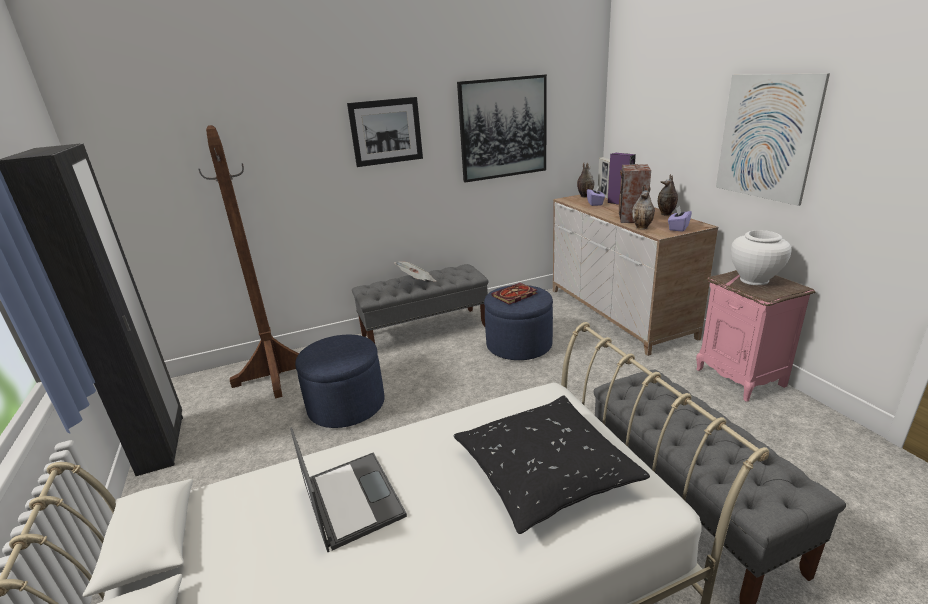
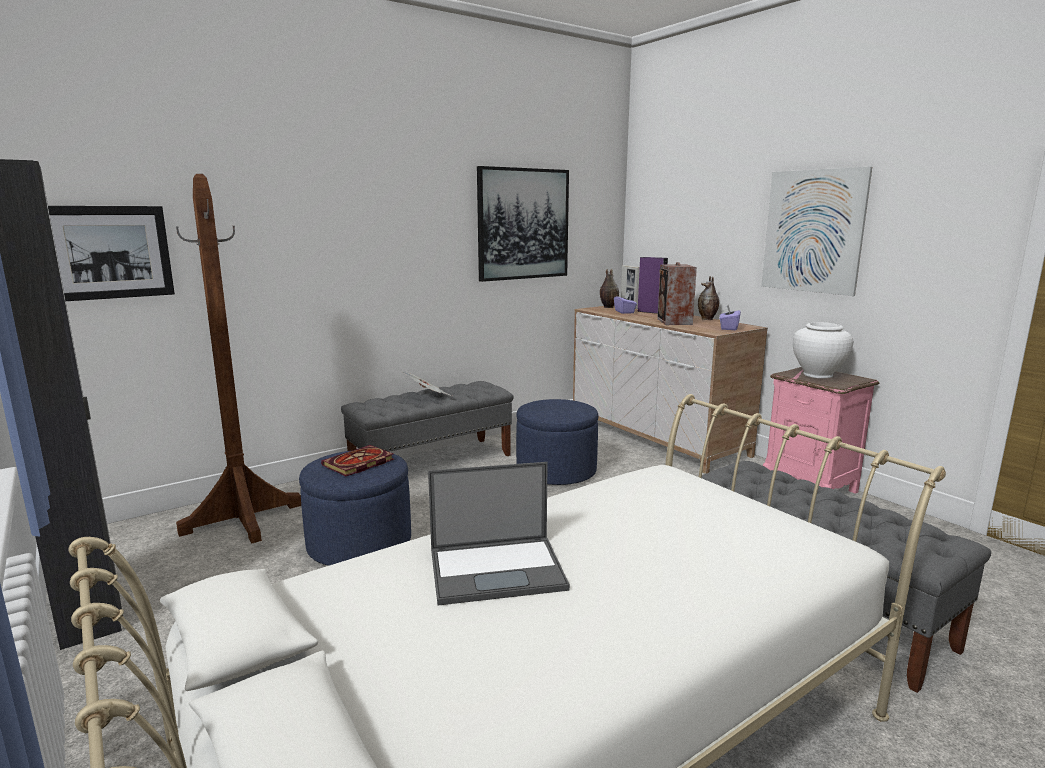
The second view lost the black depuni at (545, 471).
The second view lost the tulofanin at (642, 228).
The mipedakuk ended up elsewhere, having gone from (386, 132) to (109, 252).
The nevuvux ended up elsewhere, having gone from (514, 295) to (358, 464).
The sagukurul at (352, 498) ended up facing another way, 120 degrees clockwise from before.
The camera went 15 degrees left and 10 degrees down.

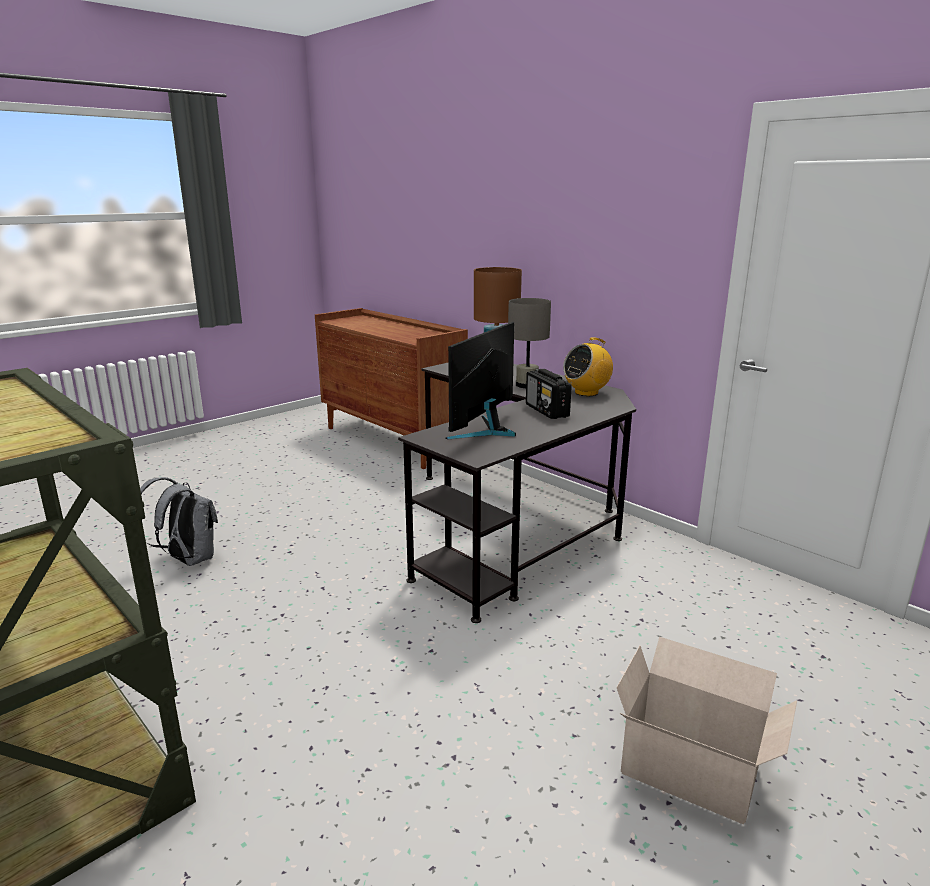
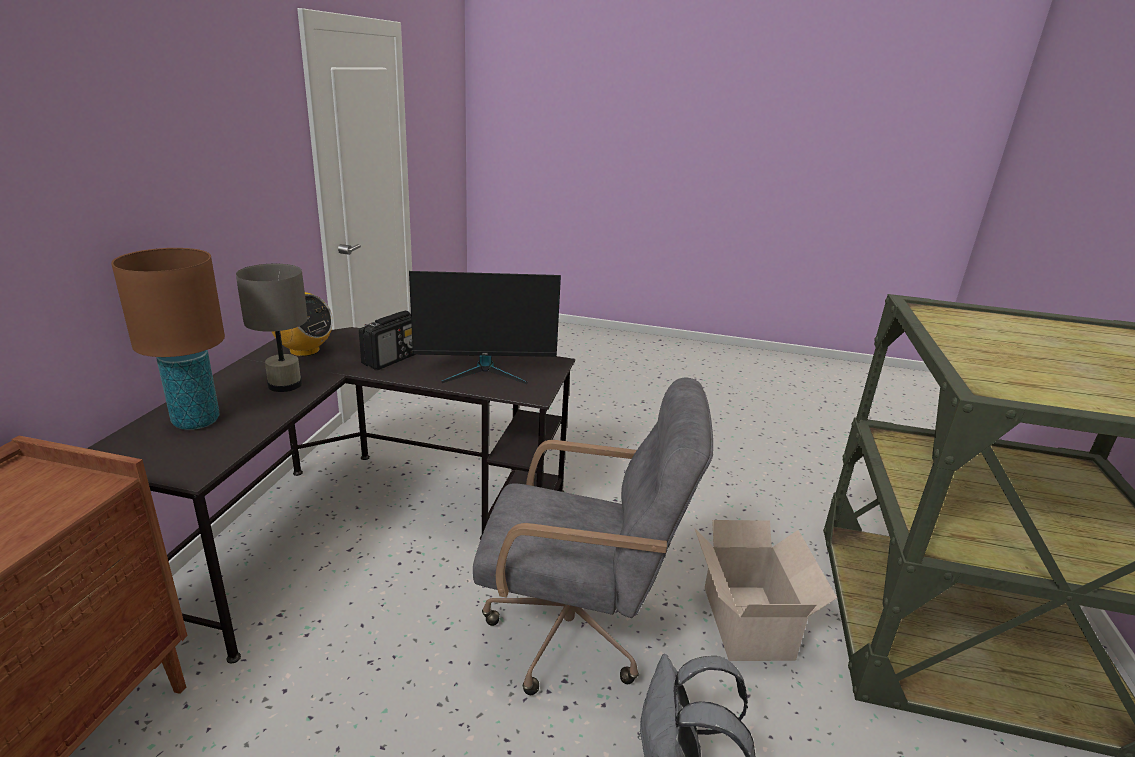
The second view gained the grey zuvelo at (577, 636).
The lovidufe ended up elsewhere, having gone from (693, 772) to (747, 620).
The camera went 125 degrees left and 5 degrees up.

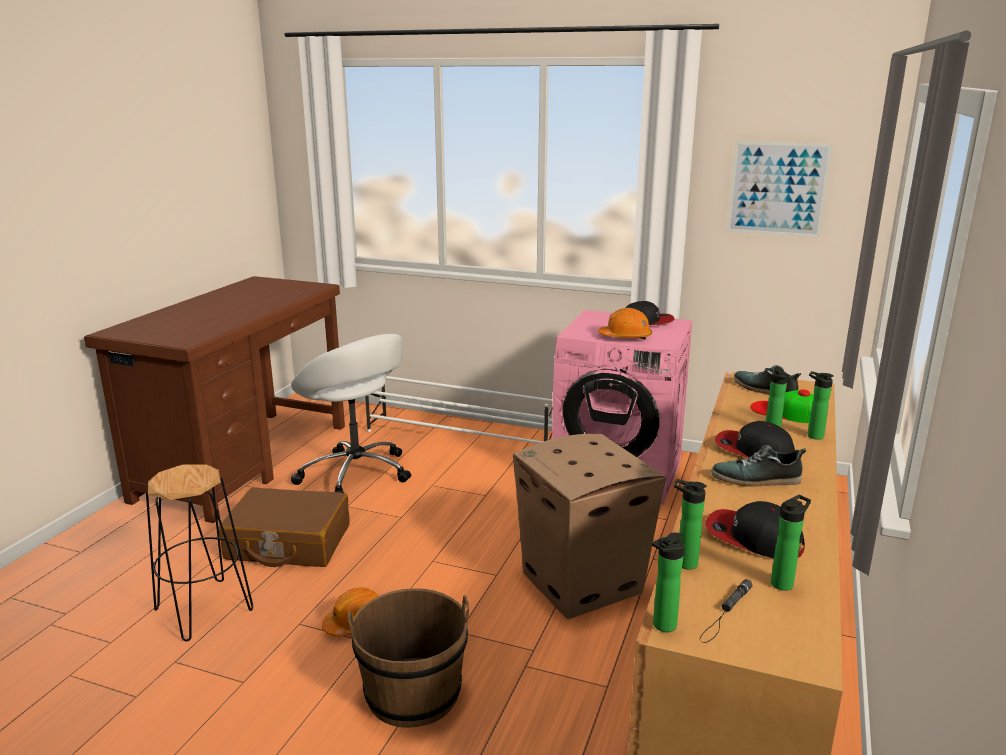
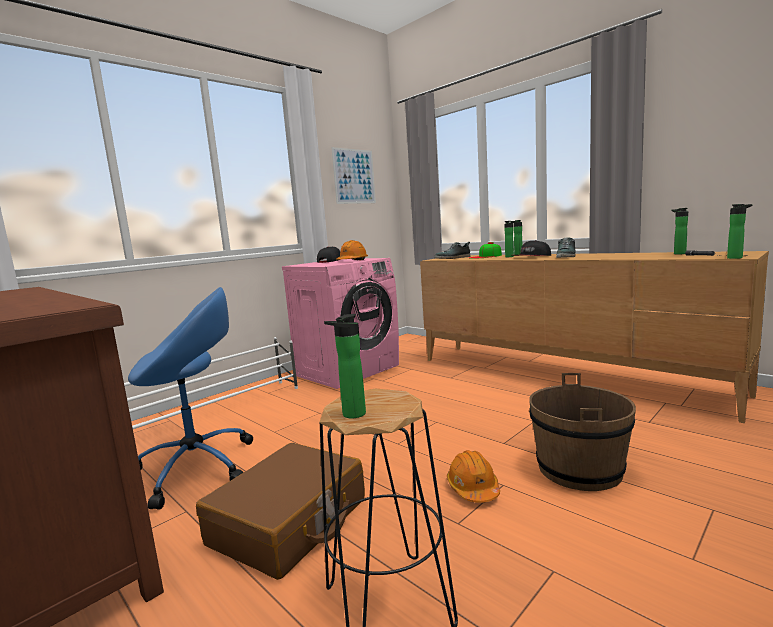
The second view lost the lovidufe at (582, 583).
The second view lost the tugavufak at (753, 538).
The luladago ended up elsewhere, having gone from (683, 563) to (351, 415).
What was the white zuvelo at (357, 475) turned into the blue zuvelo at (199, 467).
The camera went 65 degrees left and 10 degrees down.

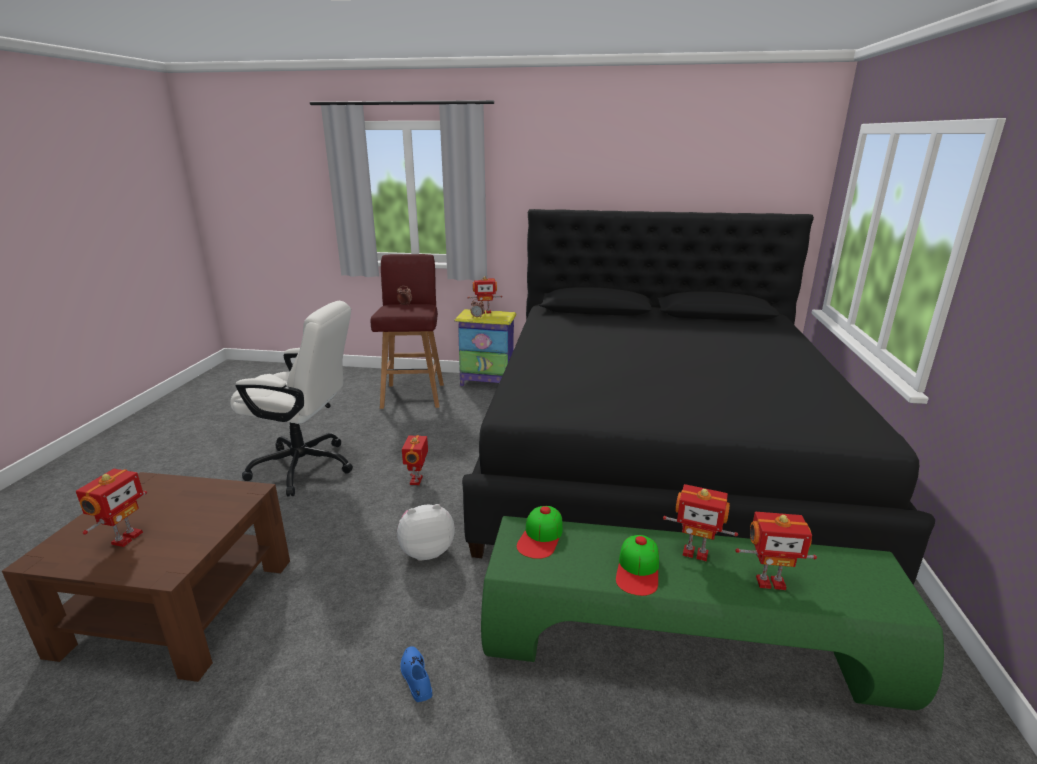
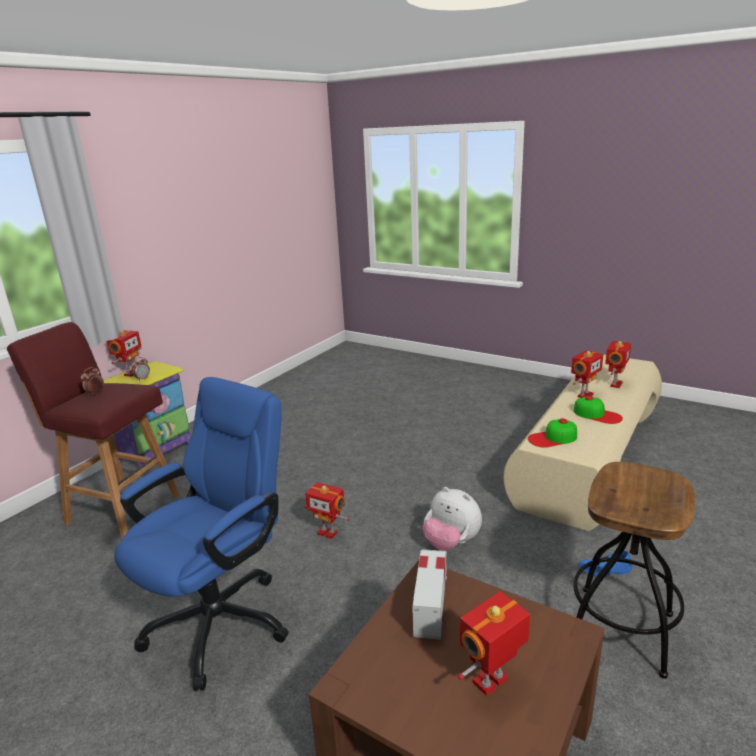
The second view lost the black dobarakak at (657, 455).
The second view gained the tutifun at (431, 603).
The second view gained the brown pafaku at (621, 629).
What was the white zuvelo at (307, 468) turned into the blue zuvelo at (223, 620).
What was the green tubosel at (683, 640) turned into the beige tubosel at (588, 454).
The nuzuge at (125, 538) ended up facing another way, 75 degrees counterclockwise from before.
The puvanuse at (426, 551) ended up facing another way, 60 degrees counterclockwise from before.
The tugavufak at (541, 537) ended up facing another way, 120 degrees clockwise from before.
The camera went 65 degrees left and 0 degrees up.

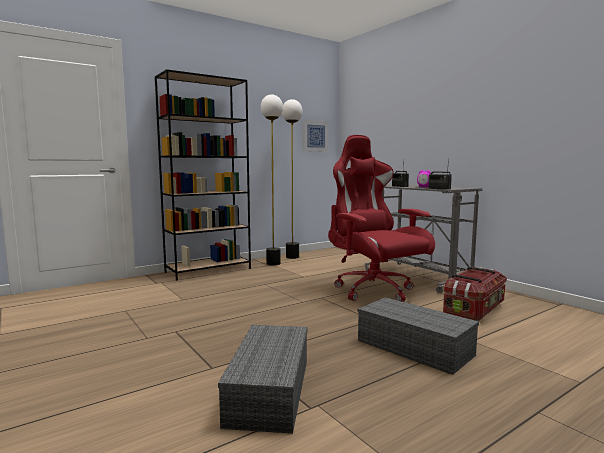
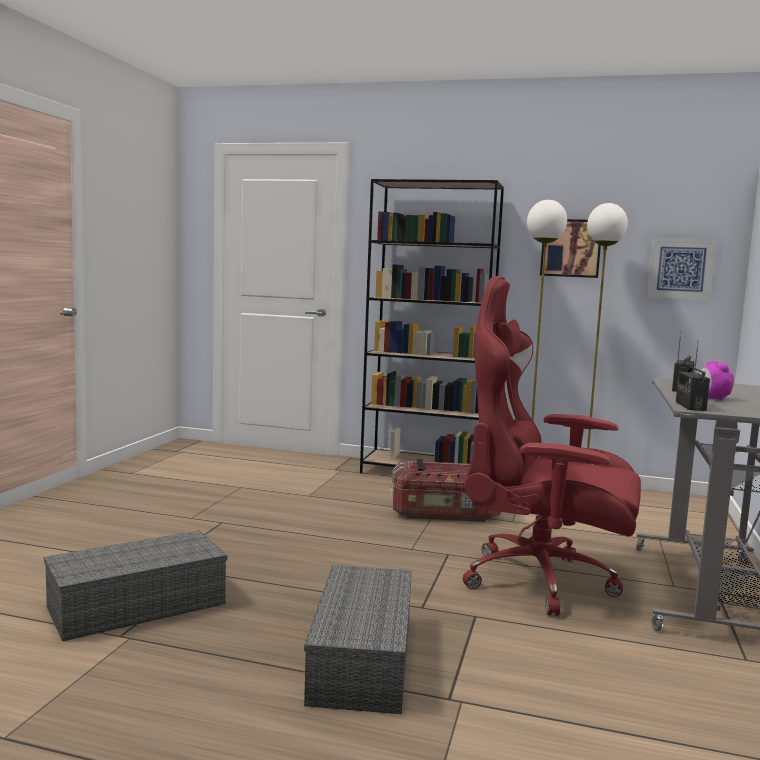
The second view gained the mipedakuk at (571, 248).
The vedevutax ended up elsewhere, having gone from (474, 310) to (445, 514).
The red zuvelo at (377, 292) ended up facing another way, 90 degrees counterclockwise from before.
The camera went 50 degrees right and 0 degrees up.

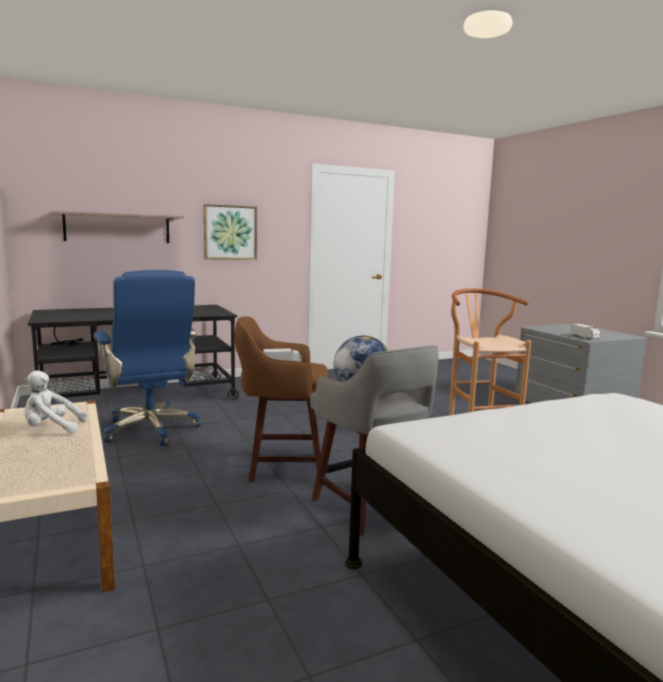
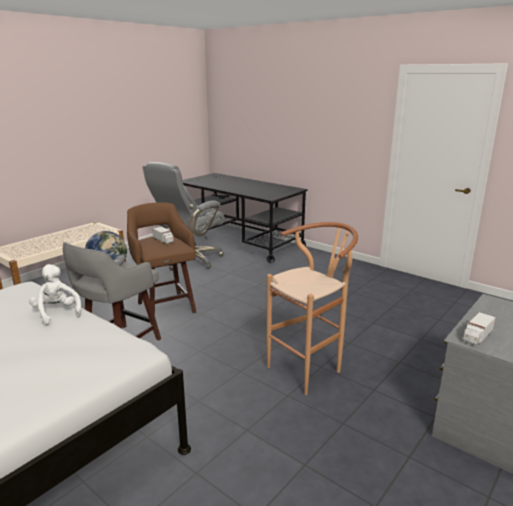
The second view lost the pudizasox at (117, 228).
The second view lost the mipedakuk at (230, 232).
The white puvanuse ended up elsewhere, having gone from (51, 429) to (57, 313).
What was the blue zuvelo at (150, 431) turned into the grey zuvelo at (189, 261).
The camera went 65 degrees right and 10 degrees up.

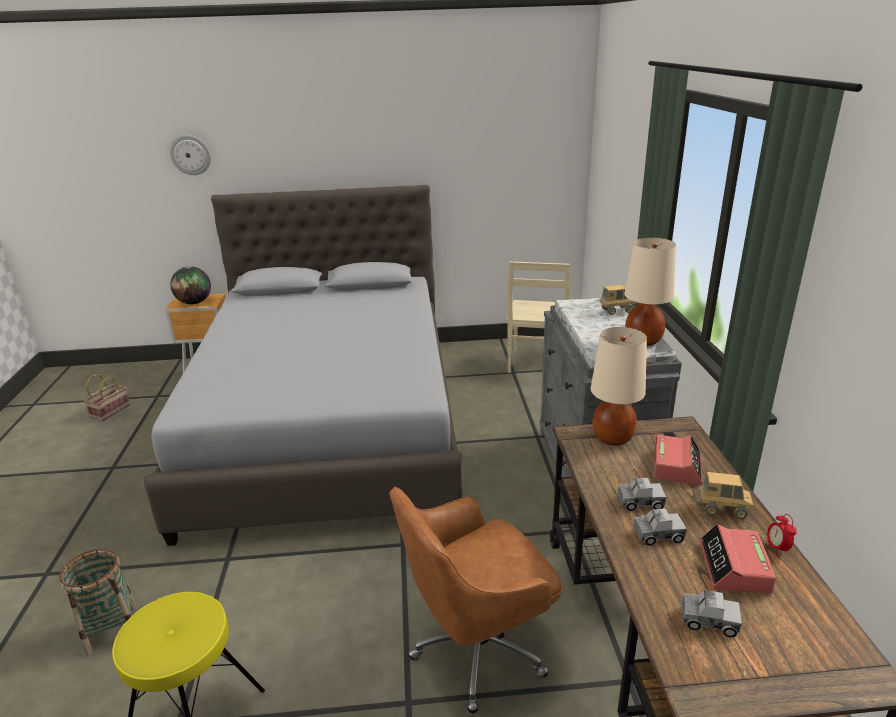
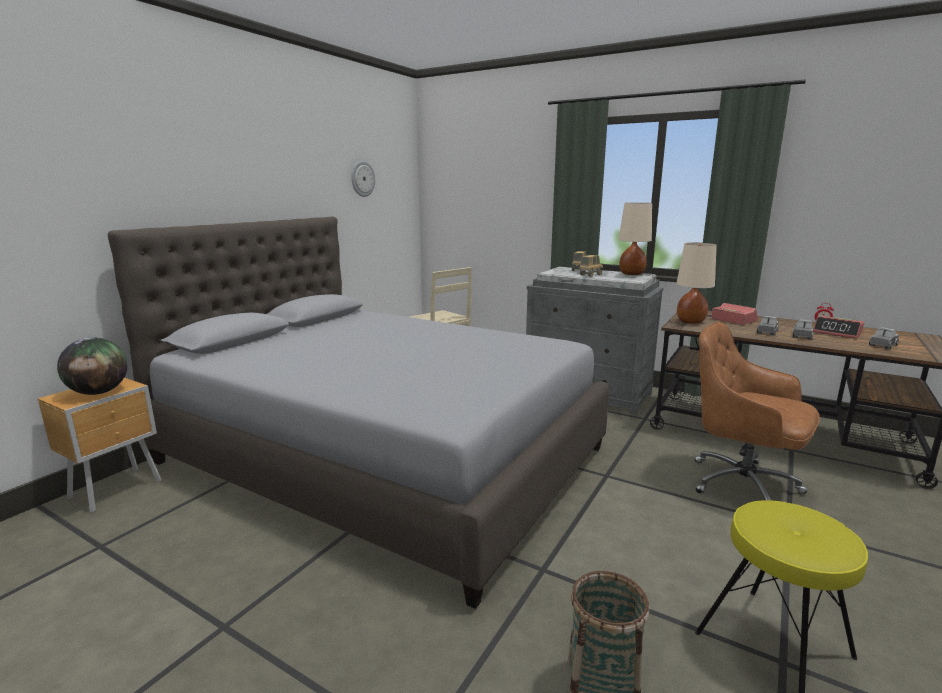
The second view lost the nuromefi at (110, 410).
The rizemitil ended up elsewhere, having gone from (190, 155) to (362, 178).
The tutifun ended up elsewhere, having gone from (722, 509) to (590, 275).
The brown zuvelo at (477, 647) ended up facing another way, 120 degrees clockwise from before.
The camera went 55 degrees left and 10 degrees down.

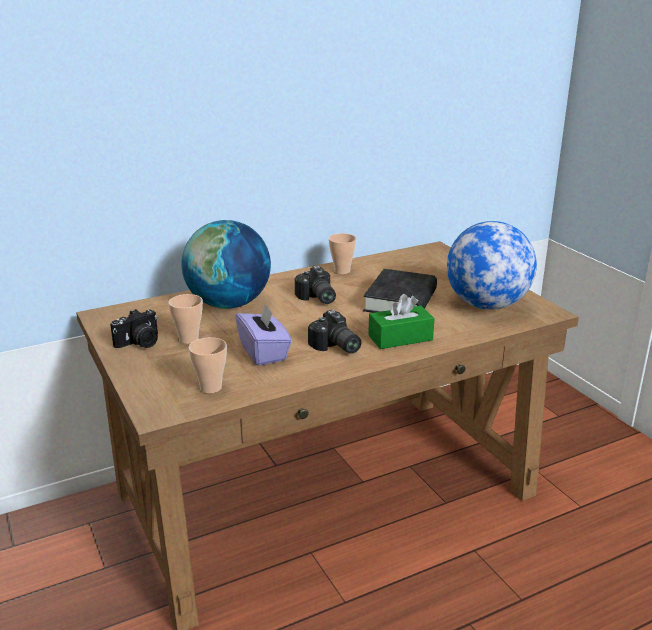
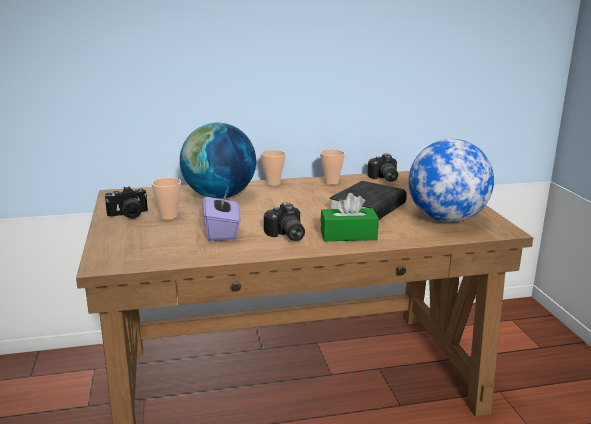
The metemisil ended up elsewhere, having gone from (210, 388) to (273, 183).
The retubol ended up elsewhere, having gone from (316, 298) to (383, 178).
The camera went 15 degrees right and 5 degrees down.

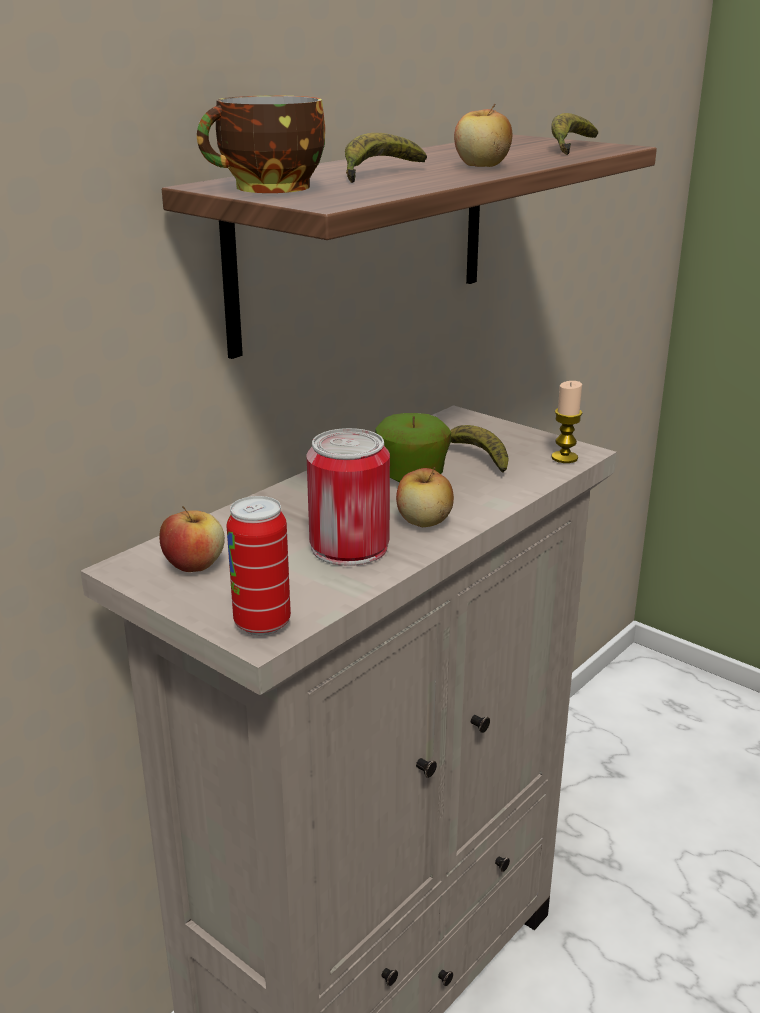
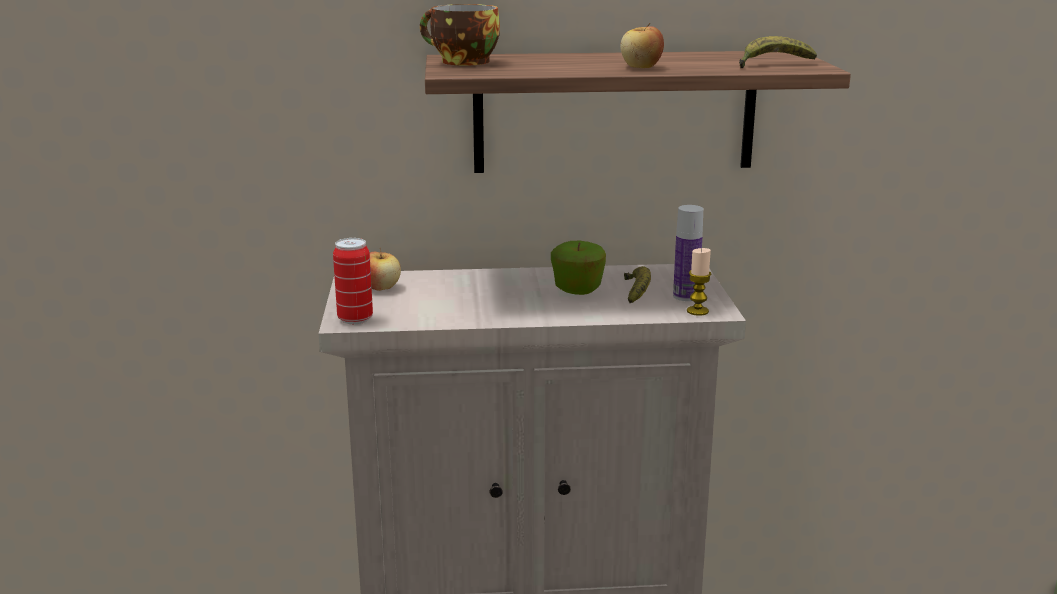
The second view lost the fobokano at (349, 547).
The second view lost the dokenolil at (378, 174).
The second view lost the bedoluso at (424, 522).
The second view gained the luladago at (685, 296).
The camera went 45 degrees right and 5 degrees down.

